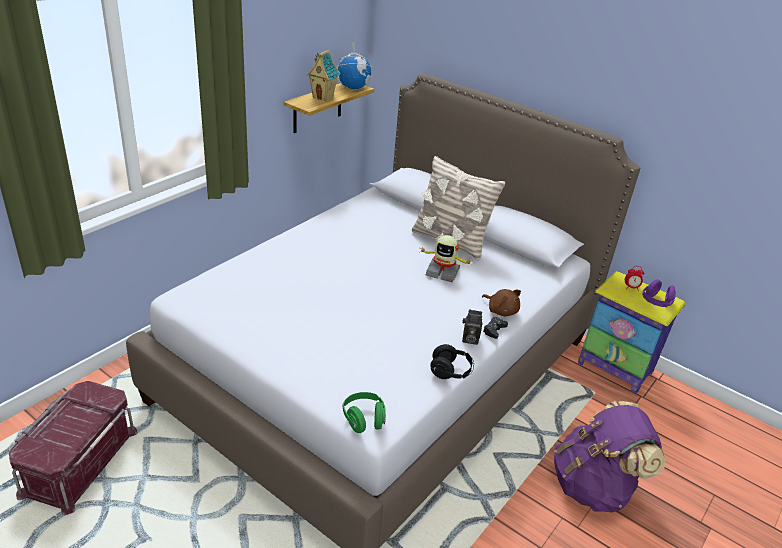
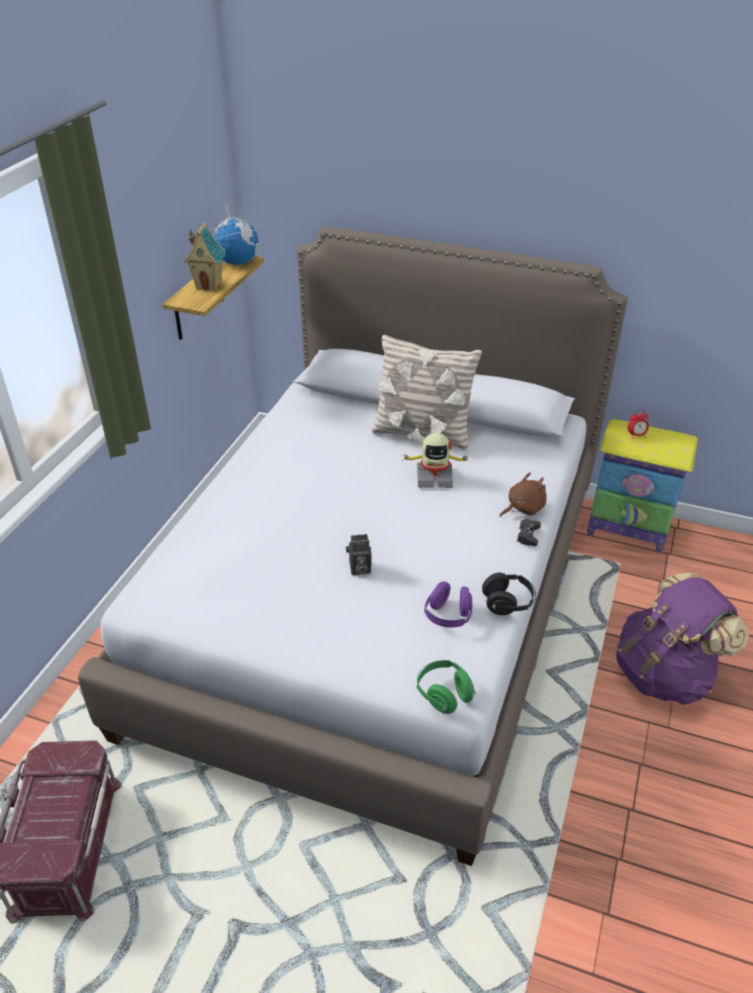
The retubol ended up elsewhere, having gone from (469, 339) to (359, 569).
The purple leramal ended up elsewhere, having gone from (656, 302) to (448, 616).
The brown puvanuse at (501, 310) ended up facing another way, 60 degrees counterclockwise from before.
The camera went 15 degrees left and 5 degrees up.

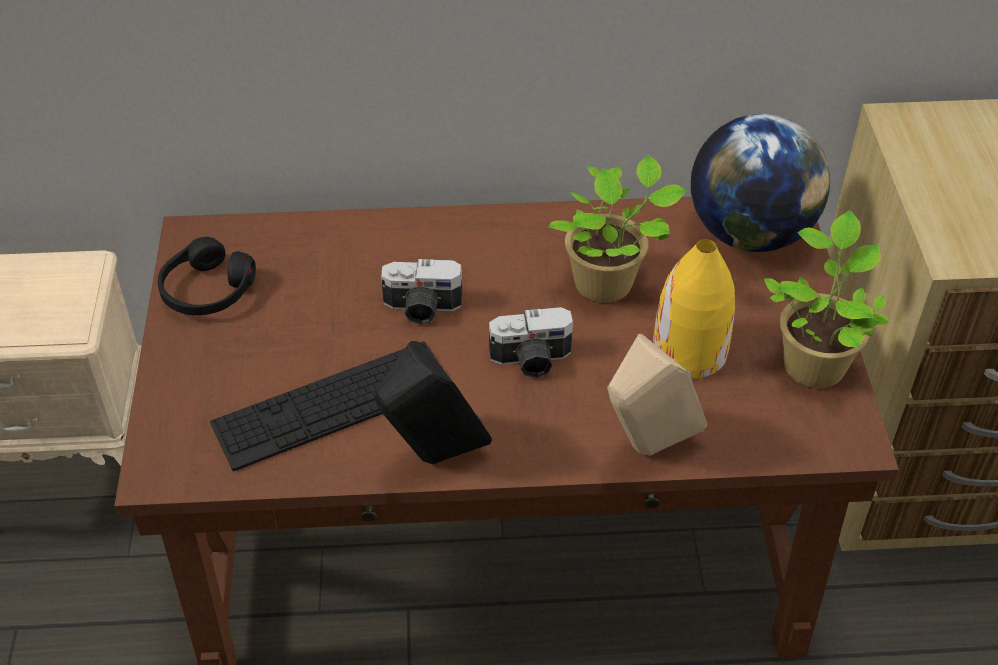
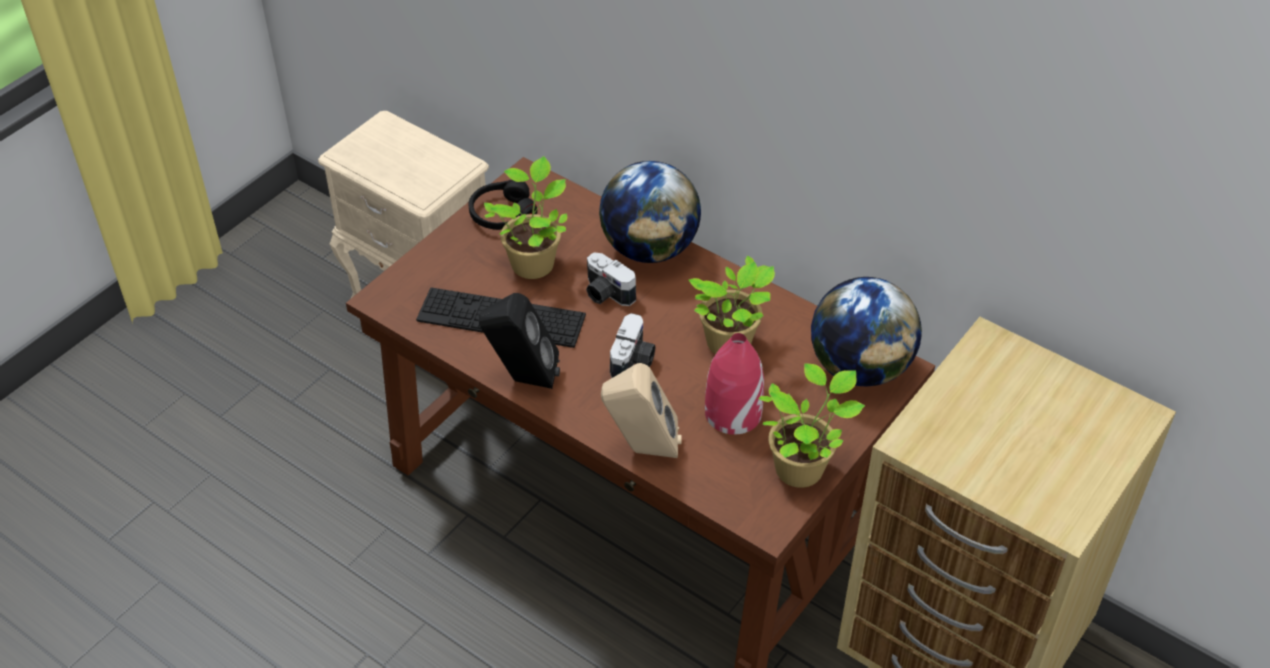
The second view gained the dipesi at (533, 262).
The second view gained the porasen at (649, 248).
What was the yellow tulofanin at (689, 351) turned into the red tulofanin at (732, 413).
The retubol at (531, 360) ended up facing another way, 105 degrees counterclockwise from before.
The camera went 40 degrees right and 0 degrees up.

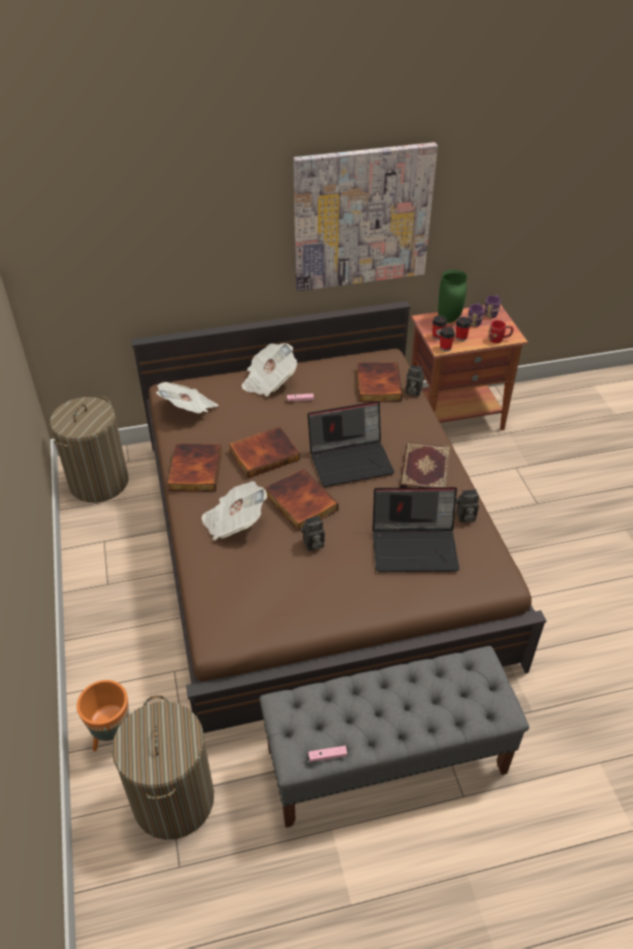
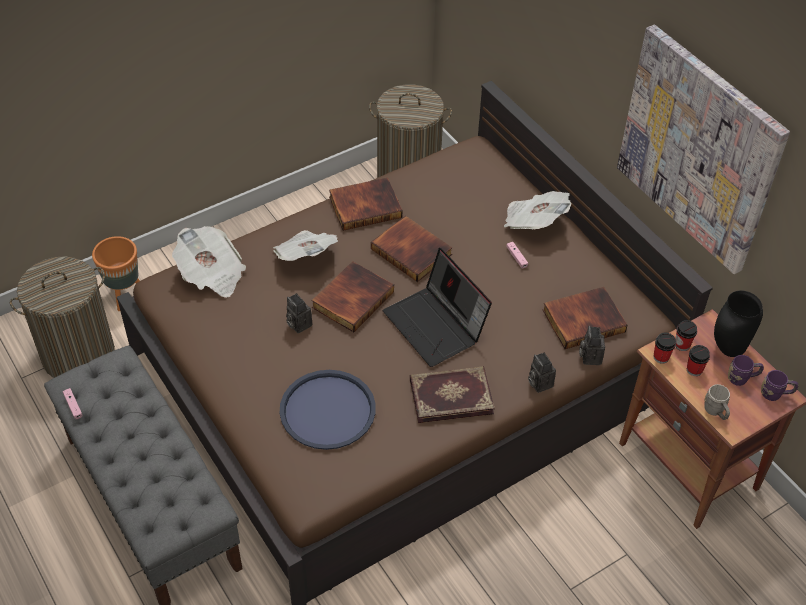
The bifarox ended up elsewhere, having gone from (189, 409) to (211, 274).
The retubol ended up elsewhere, having gone from (465, 517) to (538, 382).
Where the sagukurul stood at (415, 546), the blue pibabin came to stand at (327, 410).
What was the green tulofanin at (449, 319) turned into the black tulofanin at (728, 350).
What was the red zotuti at (499, 339) turned into the grey zotuti at (715, 412).
The camera went 70 degrees right and 5 degrees up.

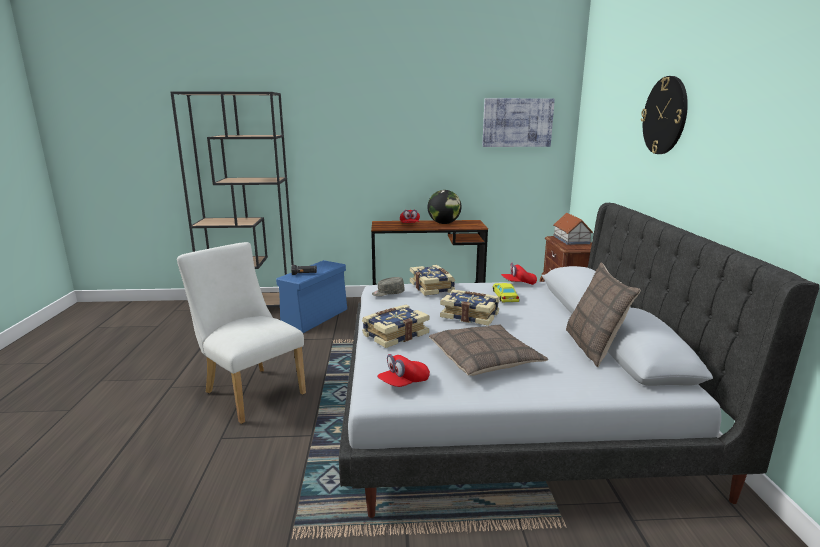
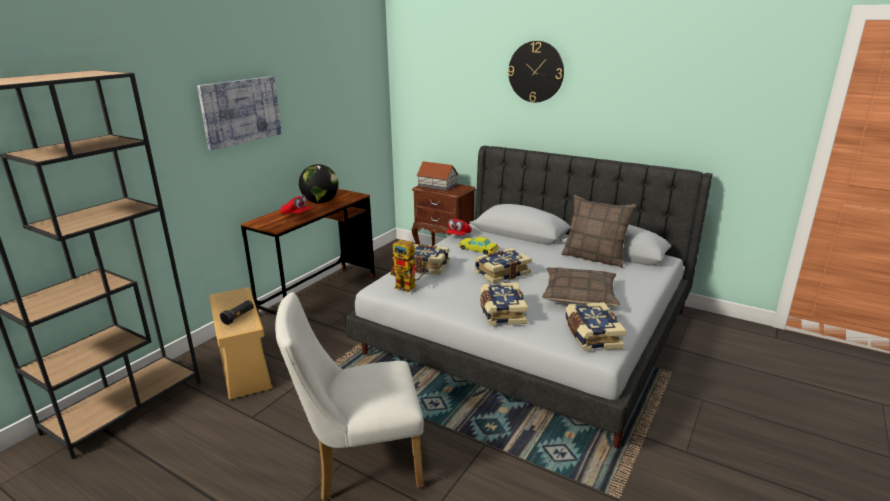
The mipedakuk ended up elsewhere, having gone from (517, 122) to (241, 111).
Where the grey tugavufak stood at (388, 293), the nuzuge came to stand at (409, 287).
Where the red tugavufak stood at (403, 383), the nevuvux came to stand at (591, 335).
What was the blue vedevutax at (314, 318) turned into the beige vedevutax at (245, 369).
The camera went 55 degrees left and 5 degrees up.

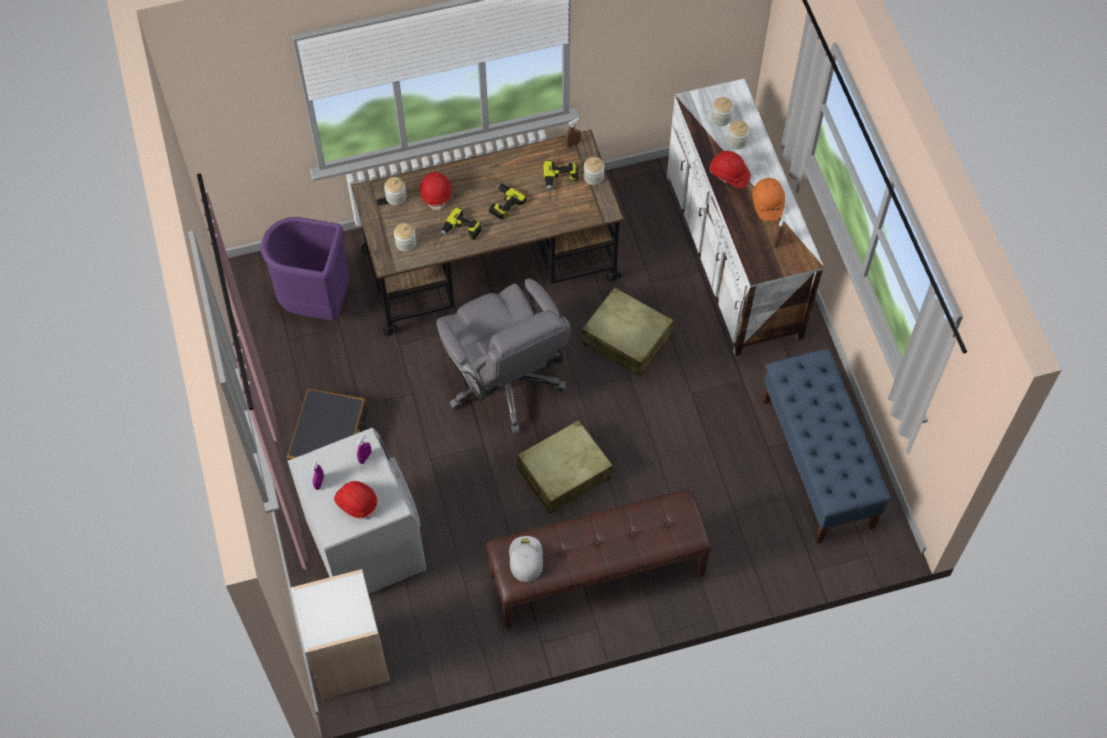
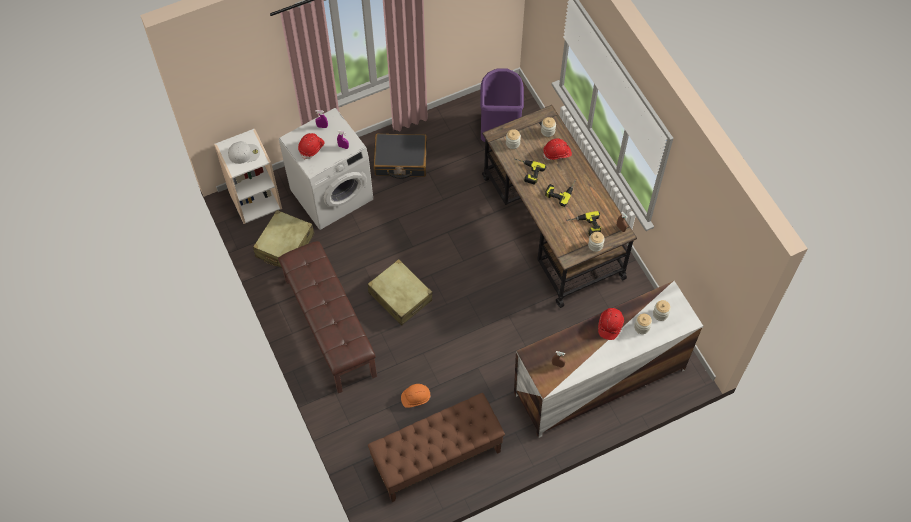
The second view lost the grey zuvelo at (505, 383).
The white tugavufak ended up elsewhere, having gone from (525, 558) to (244, 153).
The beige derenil ended up elsewhere, having gone from (627, 339) to (285, 246).
The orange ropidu ended up elsewhere, having gone from (767, 203) to (415, 397).
What was the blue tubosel at (817, 463) turned into the brown tubosel at (436, 458).
The camera went 80 degrees right and 0 degrees up.

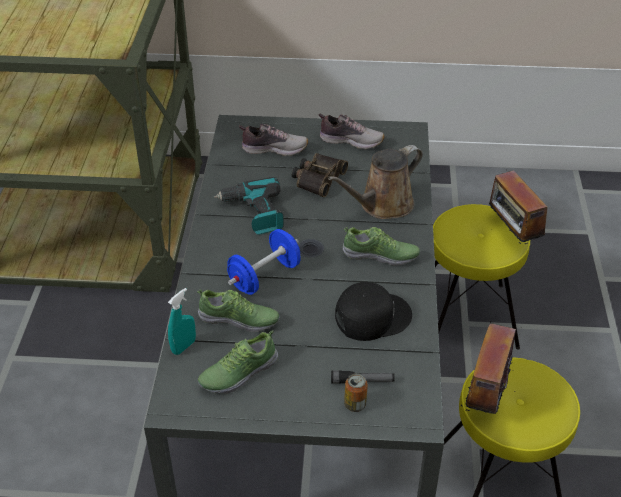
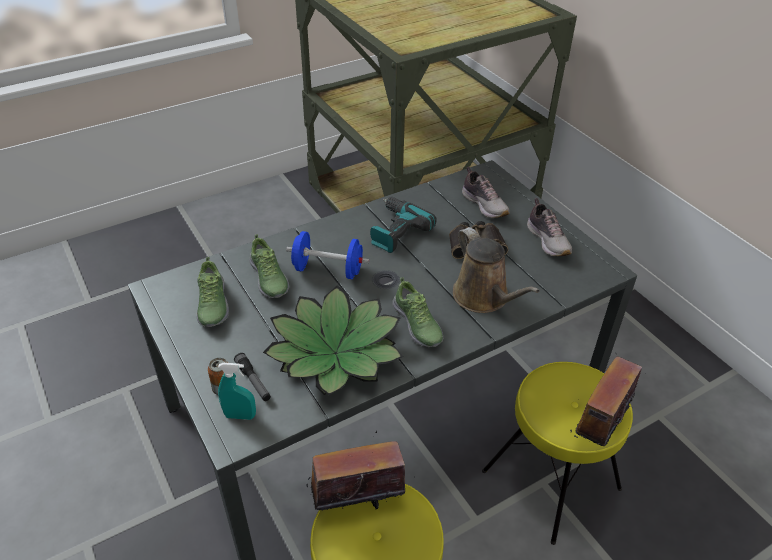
The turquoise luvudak ended up elsewhere, having gone from (184, 346) to (240, 415).
Where the black tugavufak stood at (371, 316), the dipesi came to stand at (336, 353).
The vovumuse at (238, 372) ended up facing another way, 120 degrees counterclockwise from before.
The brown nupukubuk at (382, 205) ended up facing another way, 135 degrees counterclockwise from before.
The camera went 55 degrees right and 0 degrees up.

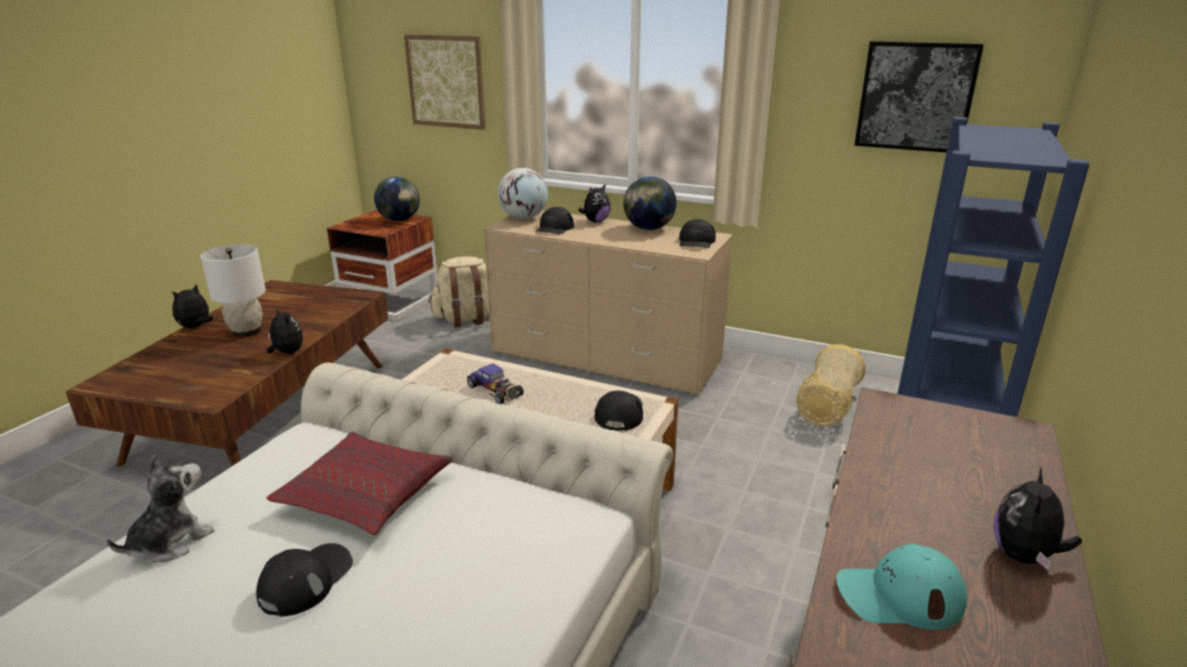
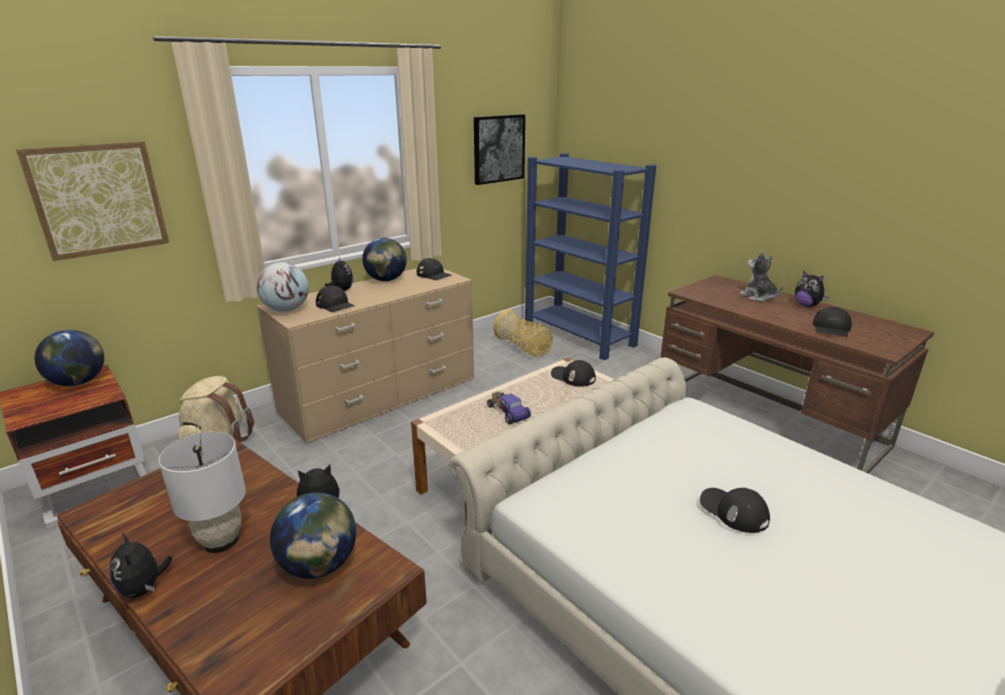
The second view lost the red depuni at (365, 495).
The second view gained the porasen at (319, 565).
The puvanuse ended up elsewhere, having gone from (170, 542) to (758, 297).
What was the turquoise tugavufak at (899, 595) turned into the black tugavufak at (831, 328).
The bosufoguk at (495, 390) ended up facing another way, 105 degrees counterclockwise from before.
The camera went 65 degrees left and 0 degrees up.

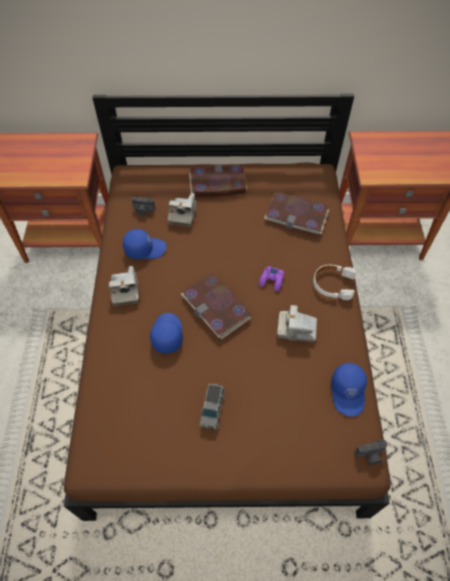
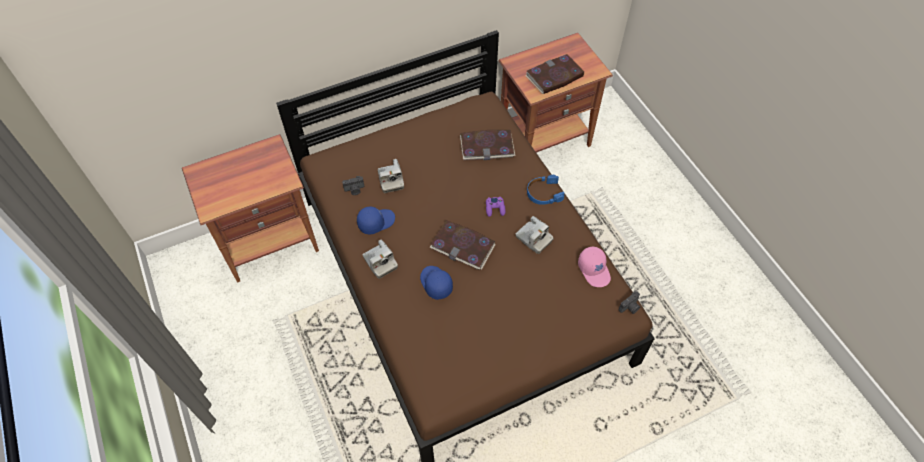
The second view lost the grey bosufoguk at (212, 409).
The nevuvux ended up elsewhere, having gone from (217, 183) to (554, 76).
What was the white leramal at (333, 284) turned into the blue leramal at (543, 193).
What was the blue tugavufak at (348, 392) turned into the pink tugavufak at (594, 270).
The retubol at (296, 329) ended up facing another way, 120 degrees counterclockwise from before.
The camera went 25 degrees left and 0 degrees up.

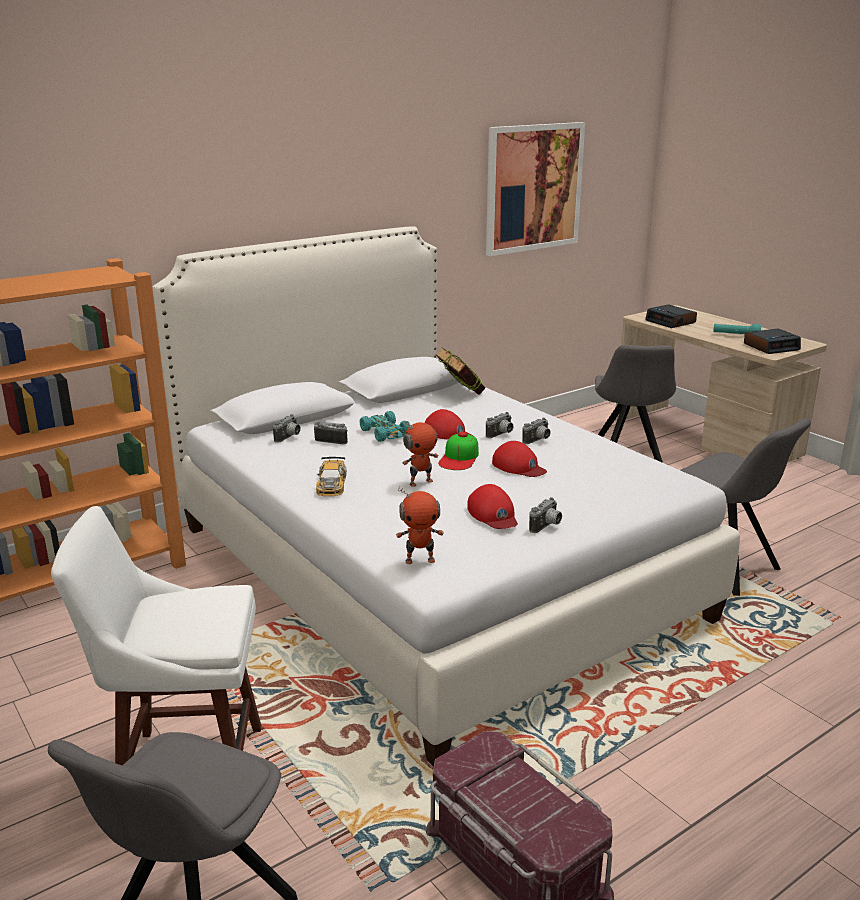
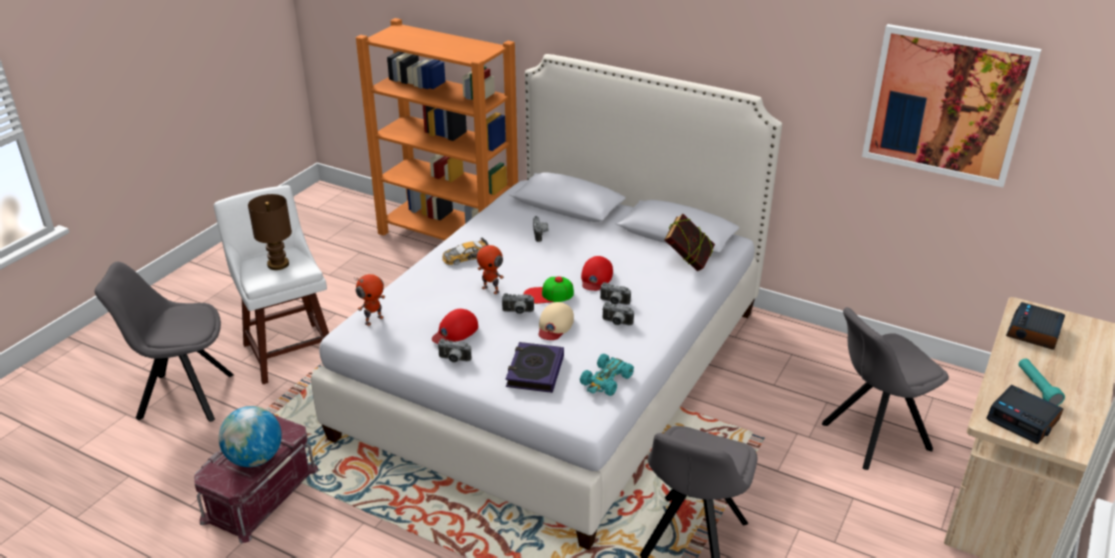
The second view gained the porasen at (255, 459).
The second view gained the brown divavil at (277, 264).
The second view gained the nevuvux at (535, 371).
The retubol ended up elsewhere, having gone from (289, 437) to (518, 312).
The turquoise bosufoguk ended up elsewhere, having gone from (386, 433) to (606, 381).
What was the red tugavufak at (519, 466) turned into the beige tugavufak at (555, 325).
The nuzuge at (420, 560) ended up facing another way, 105 degrees counterclockwise from before.
The camera went 65 degrees right and 10 degrees up.

